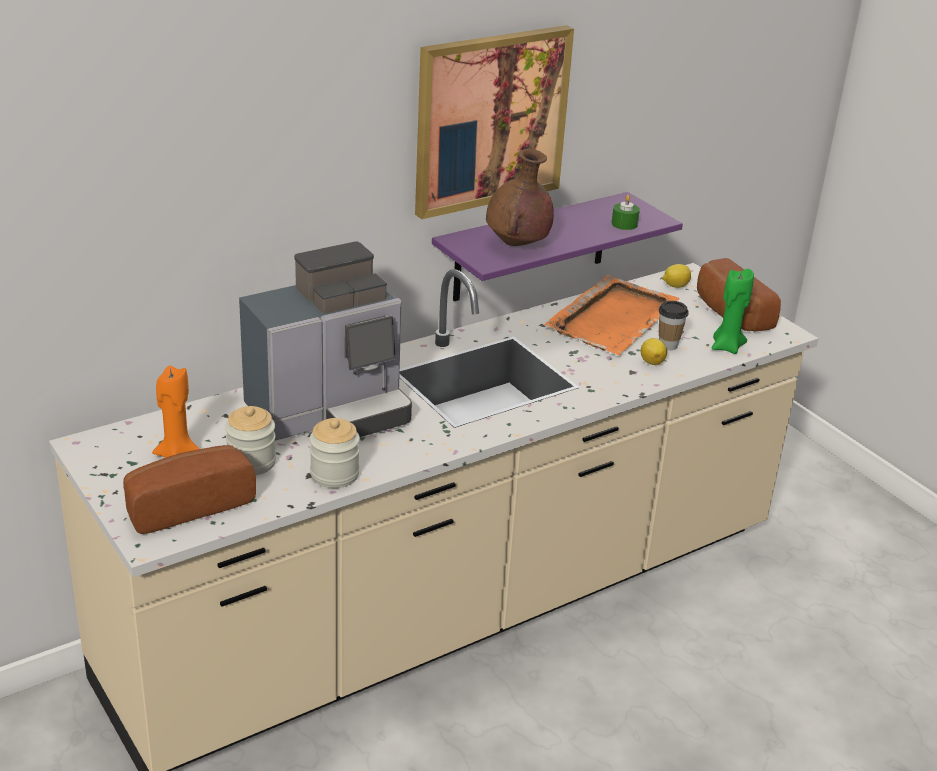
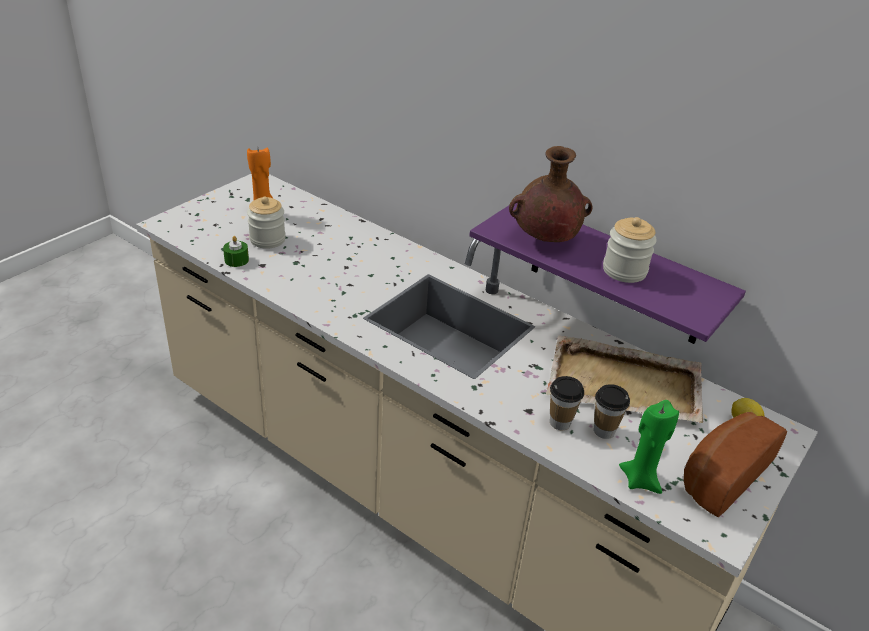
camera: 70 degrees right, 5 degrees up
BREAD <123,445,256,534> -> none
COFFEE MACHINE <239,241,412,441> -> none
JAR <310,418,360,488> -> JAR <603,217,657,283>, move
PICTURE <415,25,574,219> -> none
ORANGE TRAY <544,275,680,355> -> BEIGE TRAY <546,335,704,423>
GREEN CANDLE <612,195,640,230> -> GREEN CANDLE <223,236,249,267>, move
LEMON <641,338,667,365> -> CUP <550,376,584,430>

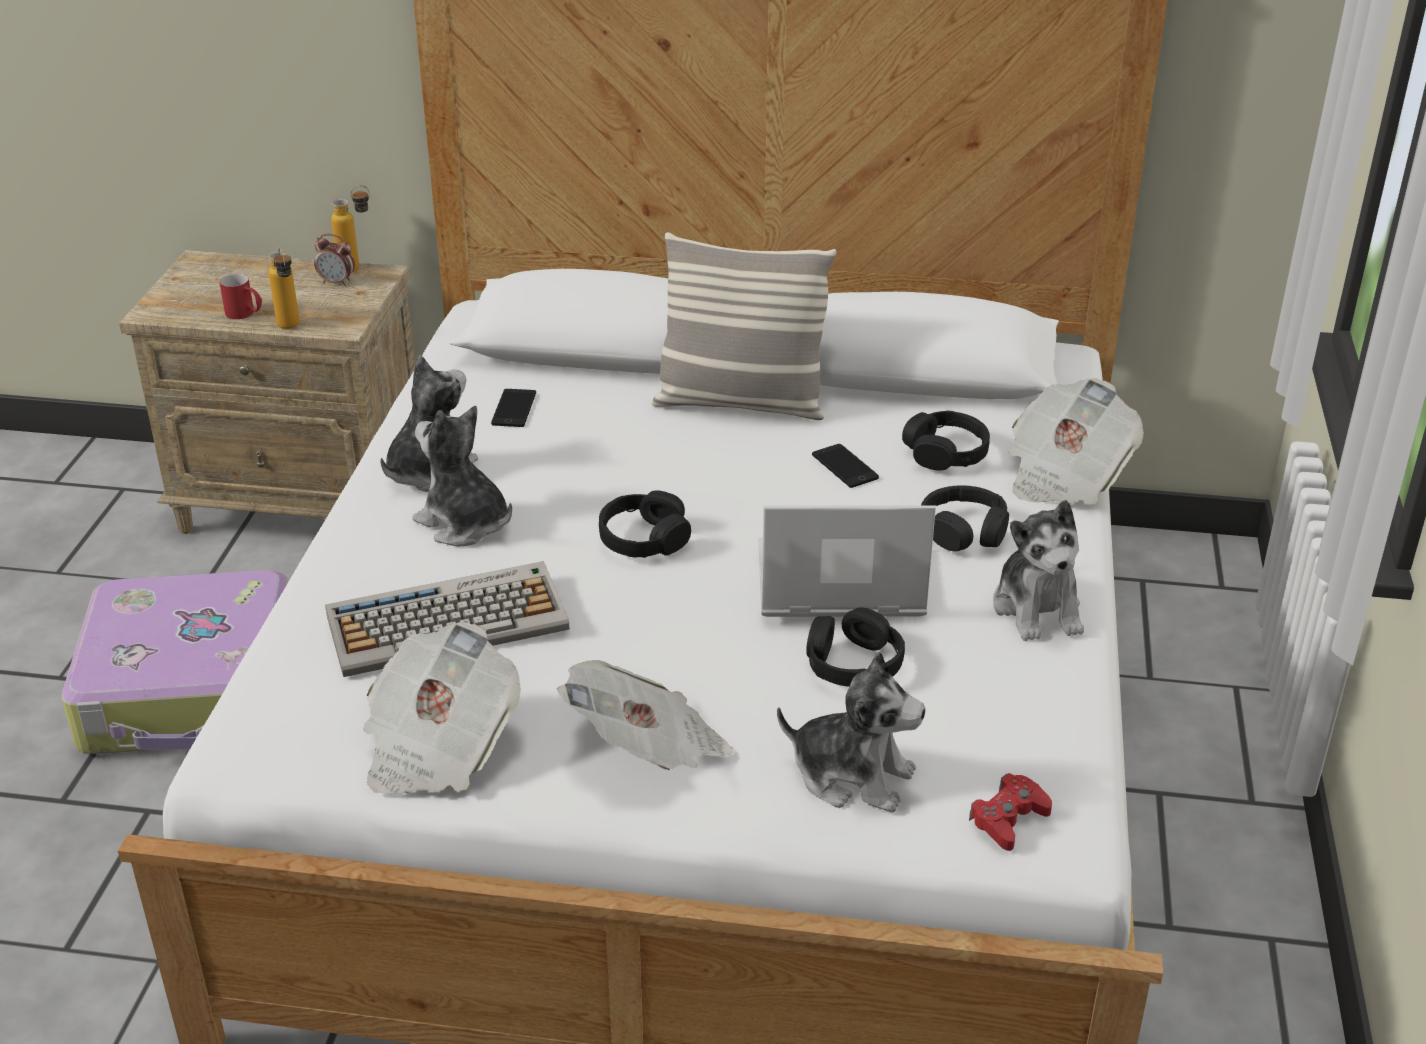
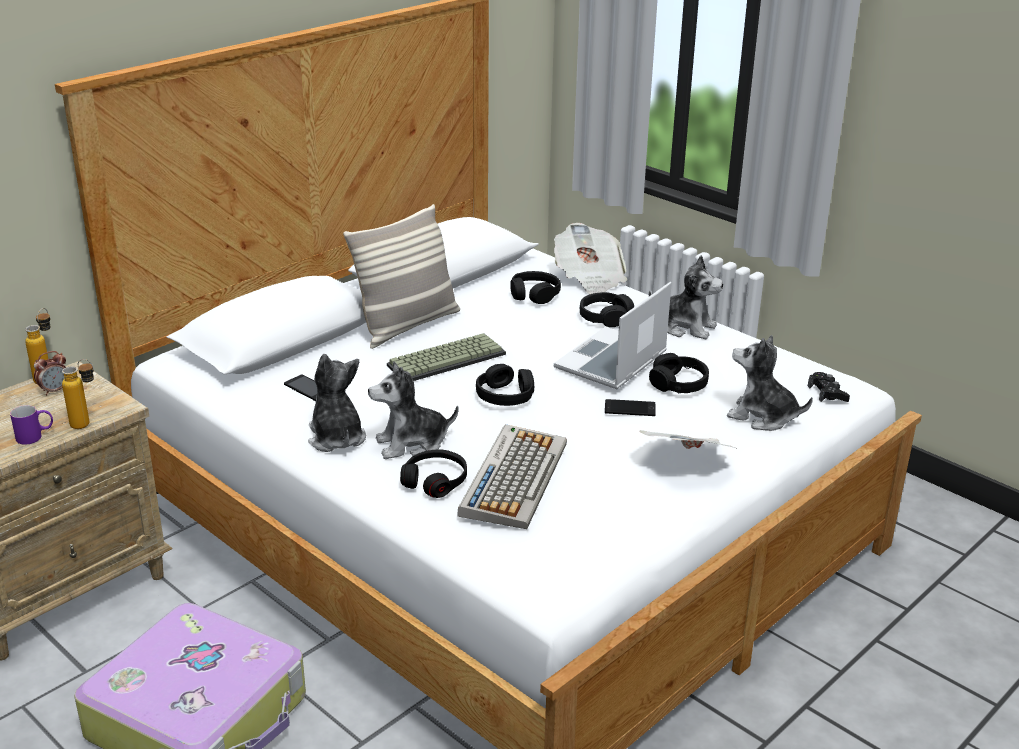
camera: 55 degrees left, 5 degrees down
RED MUG <219,274,262,319> -> PURPLE MUG <10,405,53,445>
NEWSPAPER <363,622,521,795> -> none
PLUSH TOY <777,652,926,813> -> PLUSH TOY <727,335,813,431>, 120 degrees counterclockwise
PHONE <812,444,879,488> -> PHONE <605,399,656,416>, move
RED GAME CONTROLLER <969,773,1052,851> -> BLACK GAME CONTROLLER <808,372,850,402>
none -> KEYBOARD <387,333,506,381>
none -> BLACK HEADPHONES <400,449,467,498>

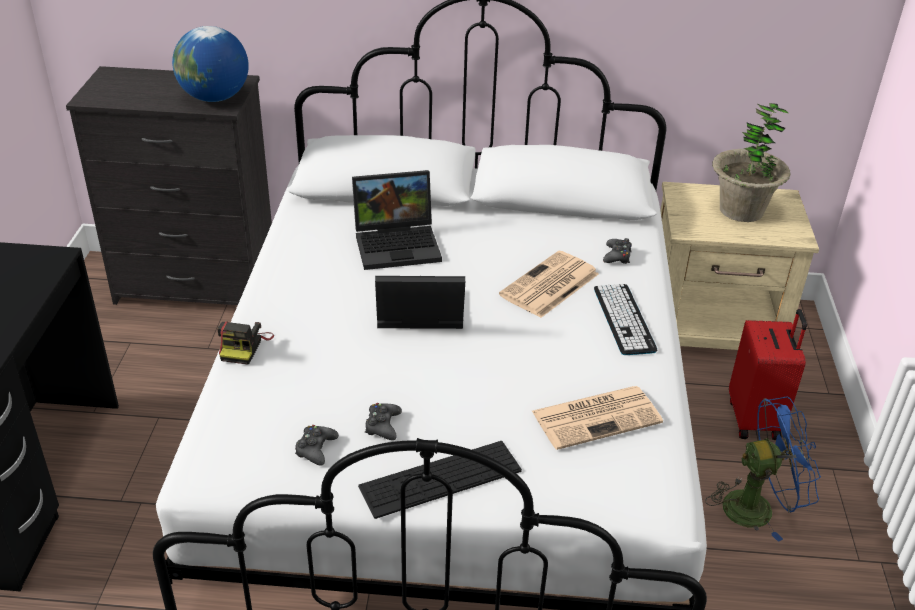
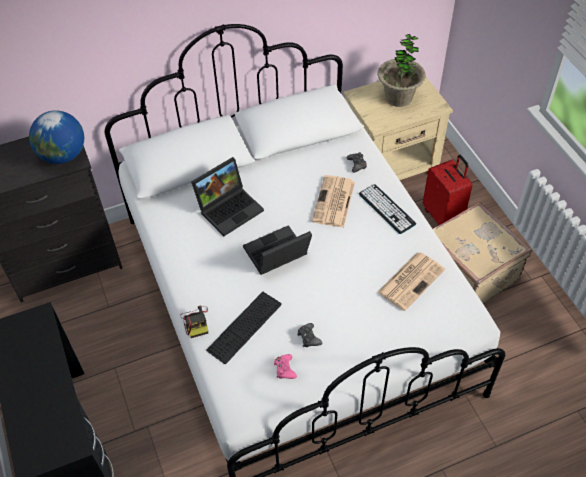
camera: 25 degrees left, 15 degrees up
BLACK GAME CONTROLLER <295,425,339,466> -> PINK GAME CONTROLLER <274,354,297,379>
KEYBOARD <358,441,522,519> -> KEYBOARD <206,292,282,364>, move
BLUE FAN <705,397,821,542> -> BEIGE SUITCASE <433,202,532,303>

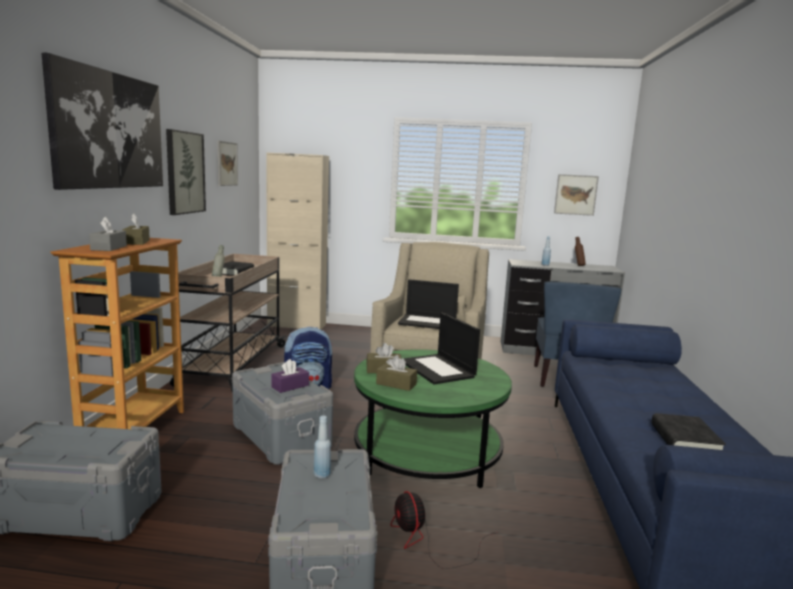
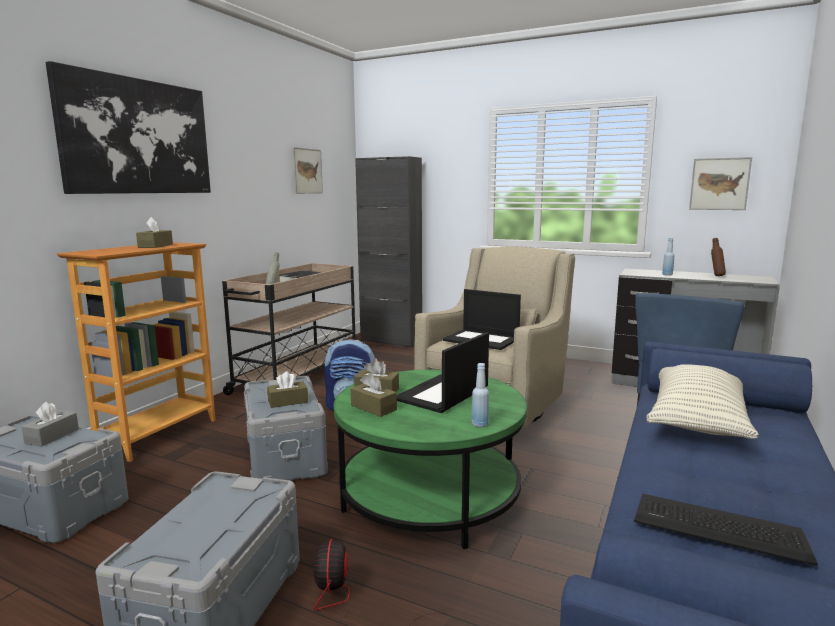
camera: 20 degrees right, 0 degrees up
GREY TISSUE BOX <89,216,127,251> -> GREY TISSUE BOX <21,402,79,447>, move
PICTURE <166,129,206,215> -> none
BEIGE CABINET <266,152,329,329> -> BLACK CABINET <355,156,422,348>
PURPLE TISSUE BOX <271,359,309,393> -> BROWN TISSUE BOX <267,372,308,408>
BLUE BOTTLE <314,415,331,479> -> BLUE BOTTLE <471,363,489,427>, move
LAPTOP <404,312,480,385> -> LAPTOP <397,332,489,413>, 45 degrees clockwise
BLACK BOOK <652,413,726,450> -> KEYBOARD <634,494,818,566>
none -> PILLOW <647,364,759,439>

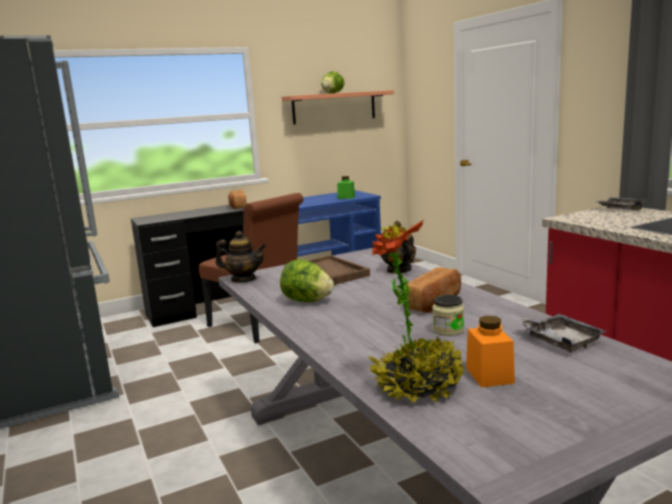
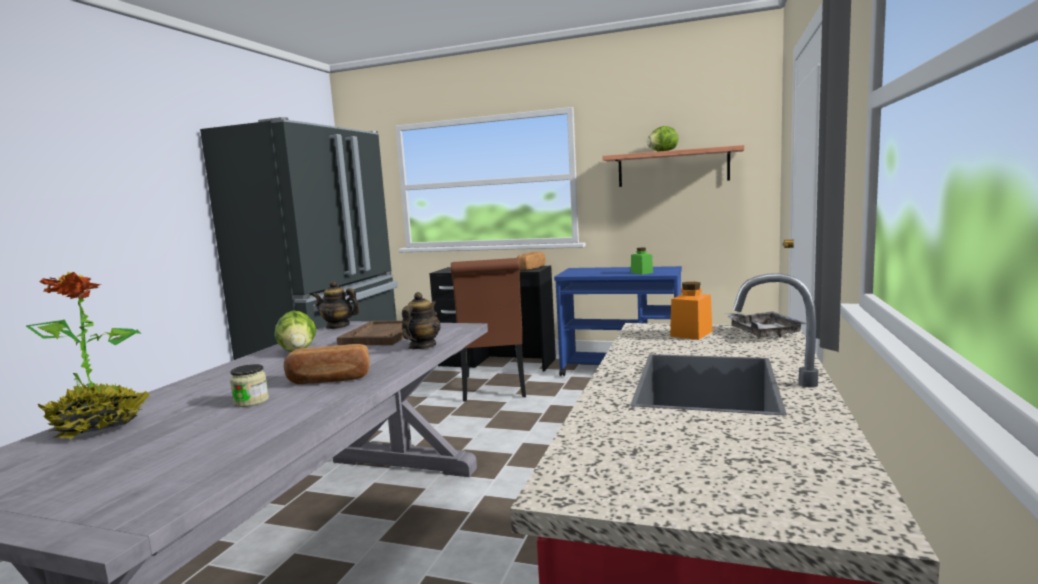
camera: 45 degrees right, 5 degrees down
TEAPOT <216,231,266,282> -> TEAPOT <312,281,360,329>, 135 degrees clockwise
ORANGE JAR <466,316,515,388> -> ORANGE JAR <670,282,713,340>, move
GREY TRAY <516,314,607,352> -> none

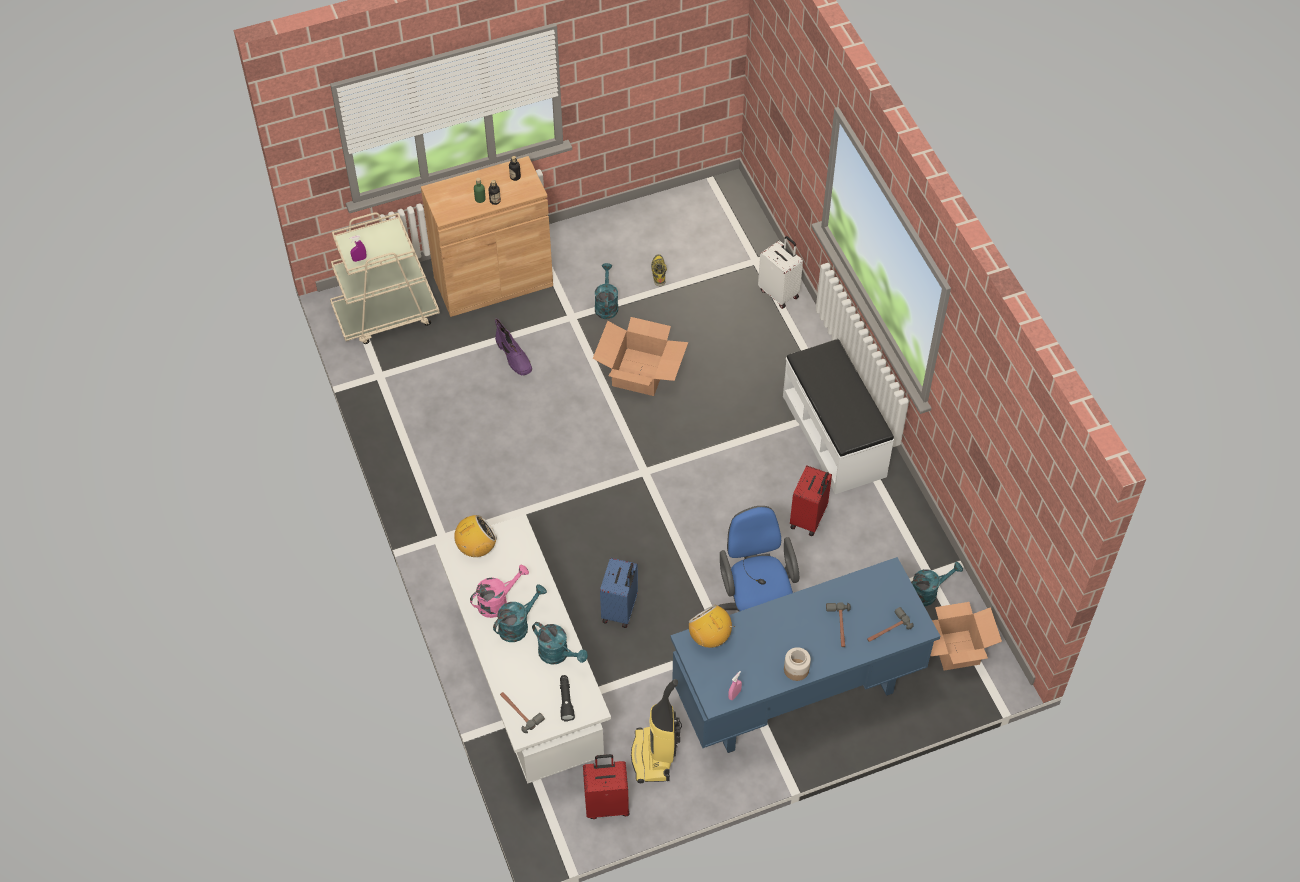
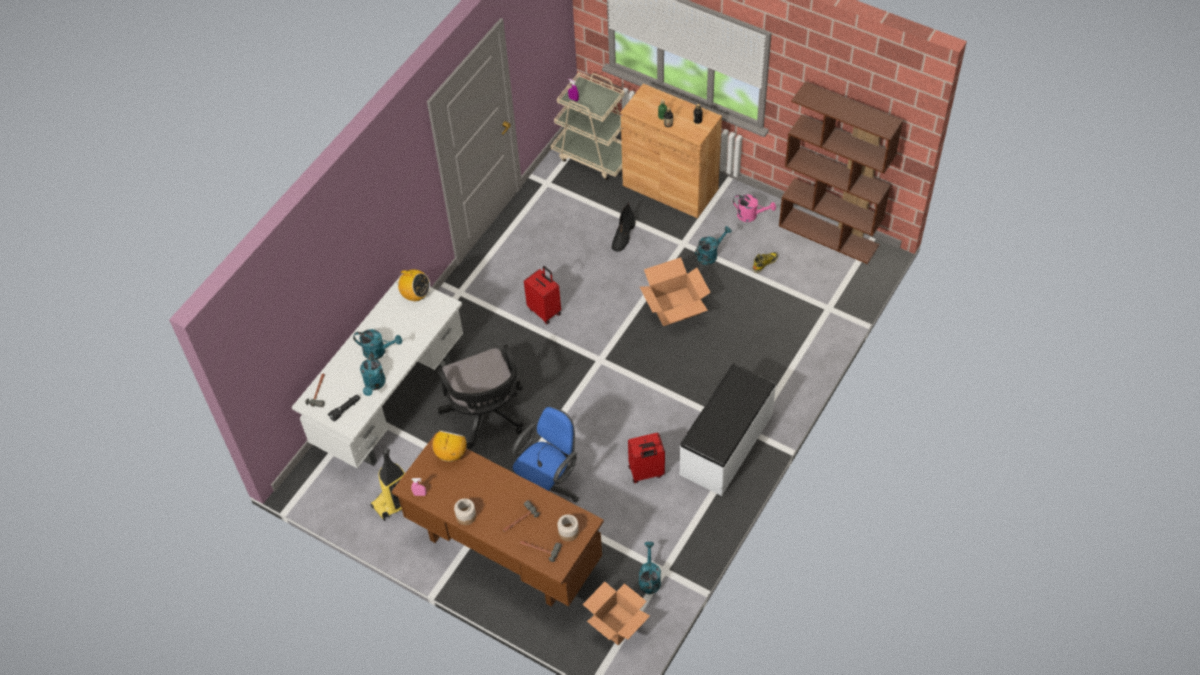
camera: 55 degrees right, 0 degrees up
PINK WATERING CAN <470,565,529,618> -> PINK WATERING CAN <733,195,776,222>, move
PURPLE BOOT <495,319,532,376> -> BLACK BOOT <611,203,636,252>
RED SUITCASE <583,754,629,819> -> RED SUITCASE <524,266,561,324>, move
BLUE SUITCASE <600,558,638,628> -> BLACK OFFICE CHAIR <438,344,523,449>
BLUE DESK <670,557,940,753> -> BROWN DESK <391,433,604,607>
WHITE SUITCASE <758,236,803,309> -> none
TURQUOISE WATERING CAN <911,562,963,606> -> TURQUOISE WATERING CAN <639,542,661,594>, 120 degrees counterclockwise
none -> JAR <558,514,579,541>
none -> BROWN BOOKCASE <779,82,903,264>

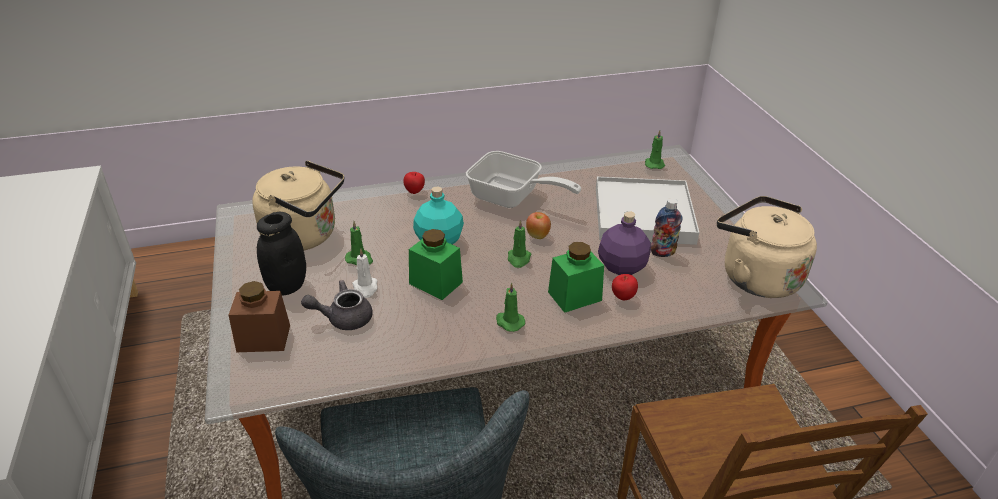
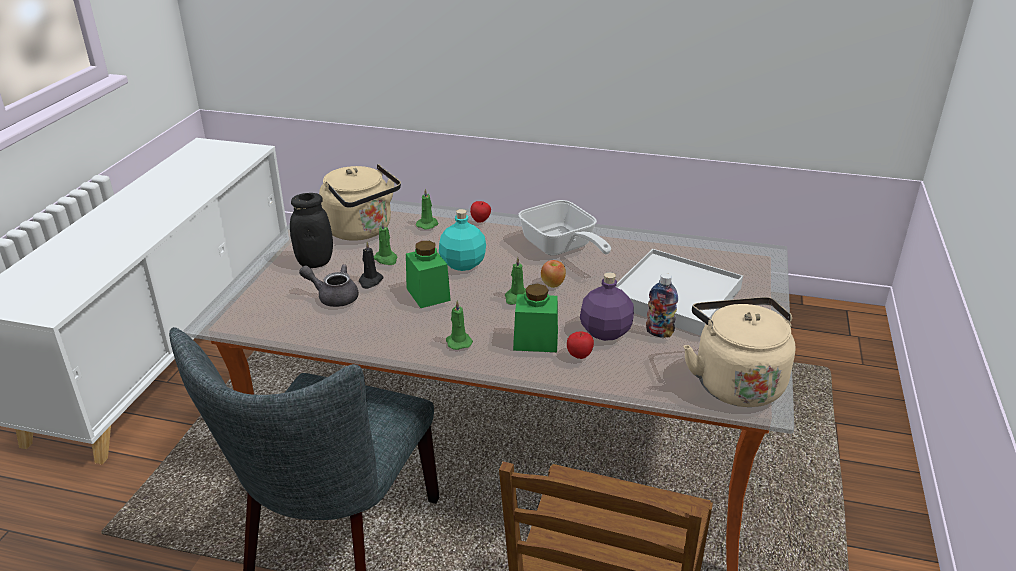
camera: 30 degrees right, 5 degrees down
BROWN JAR <229,281,290,352> -> none
WHITE CANDLE <352,248,378,298> -> BLACK CANDLE <359,242,384,288>
GREEN CANDLE <645,130,665,169> -> GREEN CANDLE <416,188,438,230>, move

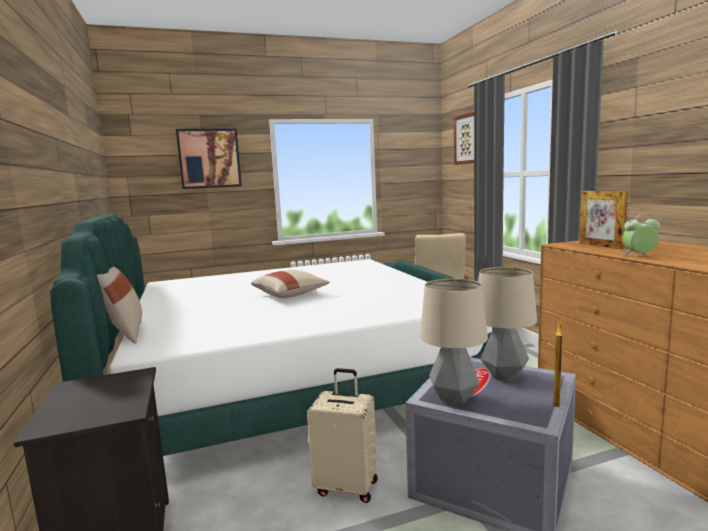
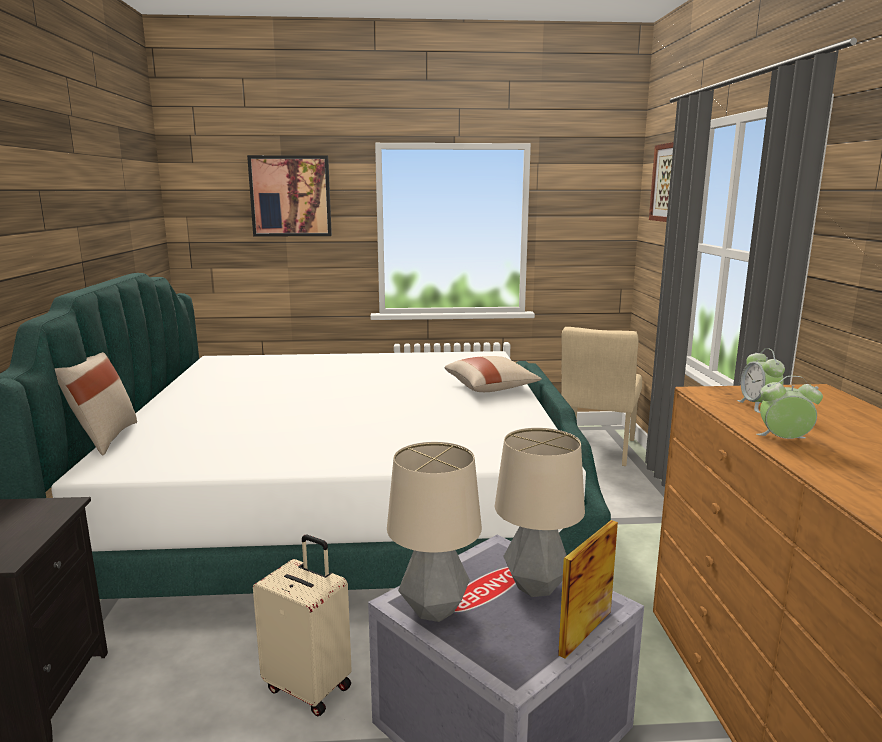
camera: 15 degrees right, 5 degrees up
BEIGE PILLOW <251,270,330,298> -> BEIGE PILLOW <445,356,542,392>, move
PICTURE FRAME <579,191,628,249> -> ALARM CLOCK <737,348,785,413>

